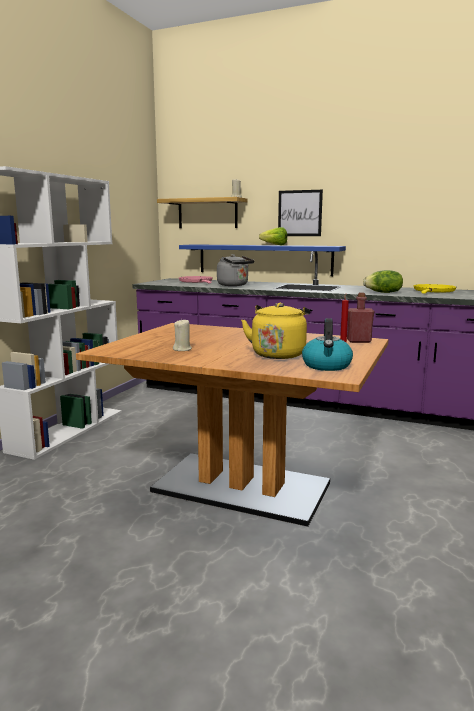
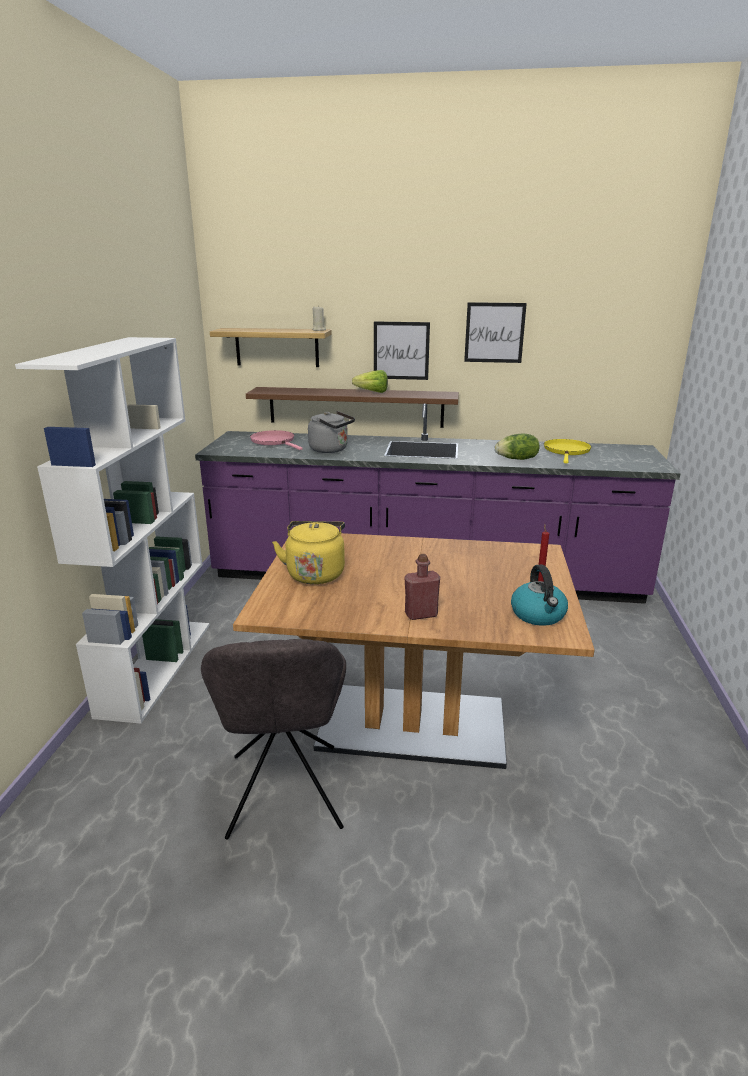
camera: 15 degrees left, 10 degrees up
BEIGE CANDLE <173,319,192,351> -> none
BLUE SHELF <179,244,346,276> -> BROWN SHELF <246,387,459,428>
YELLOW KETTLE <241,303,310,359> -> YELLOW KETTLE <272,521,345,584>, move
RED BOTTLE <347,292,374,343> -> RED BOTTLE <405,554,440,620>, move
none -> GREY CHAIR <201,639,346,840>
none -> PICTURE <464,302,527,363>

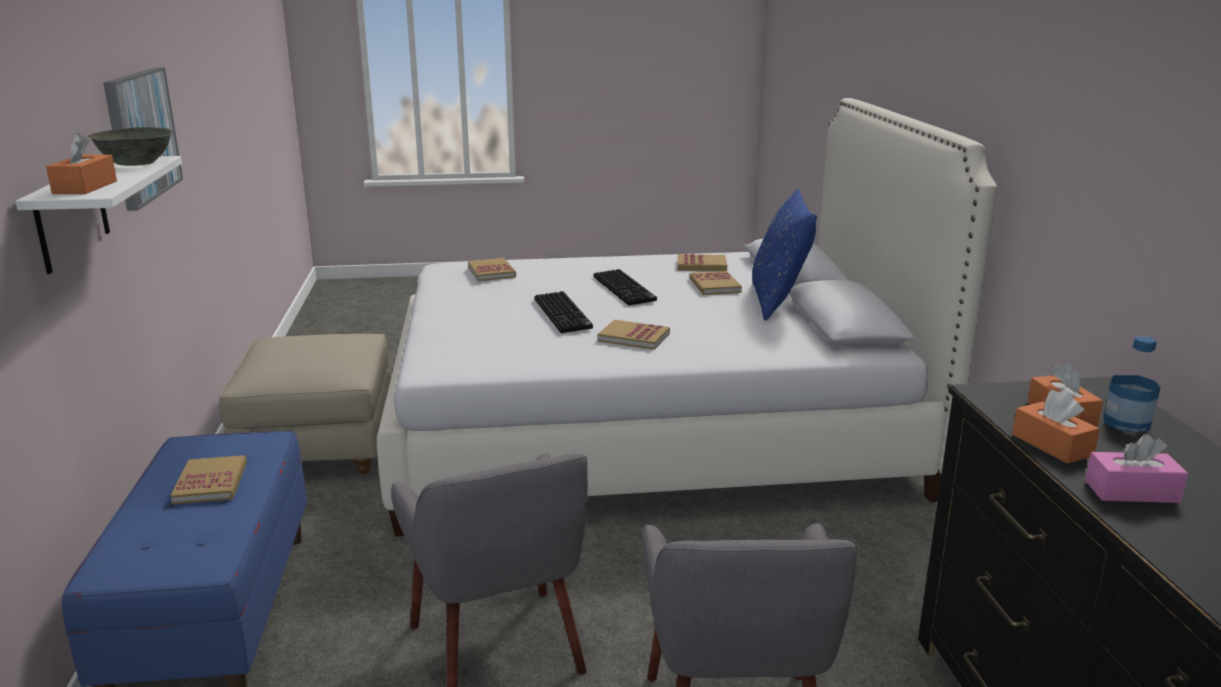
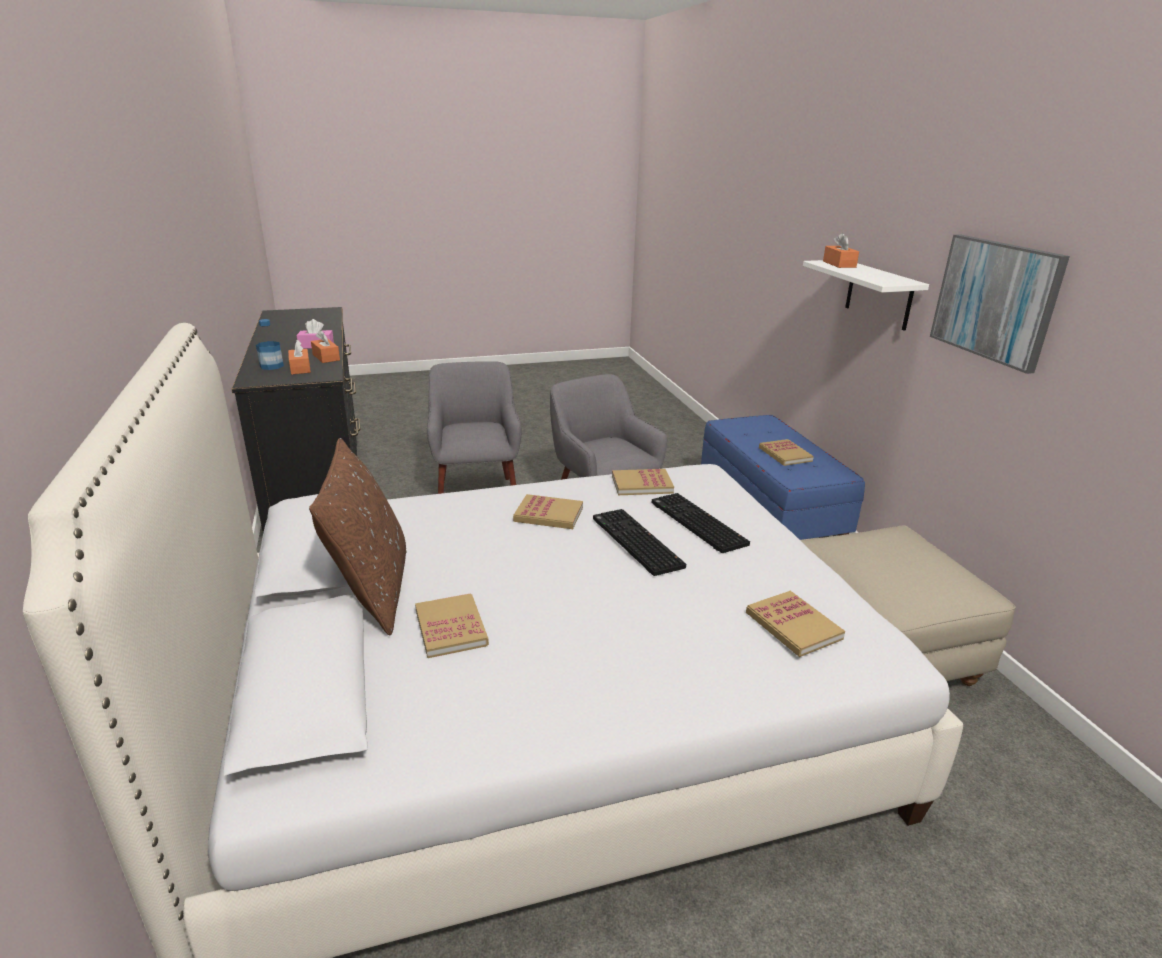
camera: 170 degrees right, 5 degrees up
GREY BOWL <88,127,173,166> -> none
KEYBOARD <593,269,657,306> -> KEYBOARD <651,493,750,553>, move
BOOK <678,254,727,271> -> BOOK <612,469,674,495>, move
BLUE PILLOW <752,189,817,321> -> BROWN PILLOW <309,438,406,636>

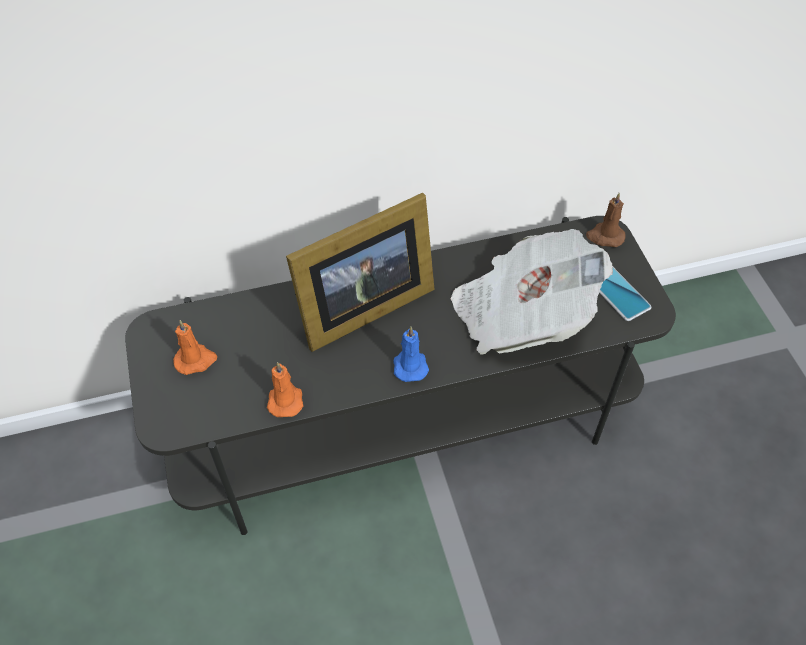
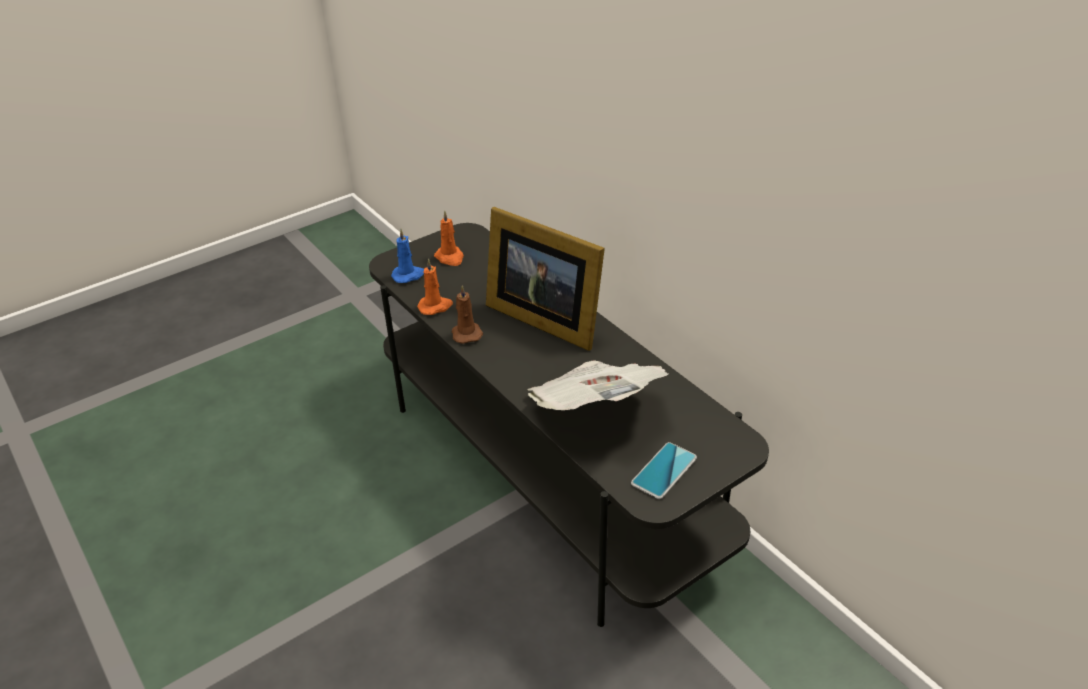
camera: 70 degrees right, 15 degrees down
BLUE CANDLE <393,326,429,382> -> BLUE CANDLE <391,229,424,283>, move
BROWN CANDLE <586,193,625,247> -> BROWN CANDLE <452,285,483,344>, move

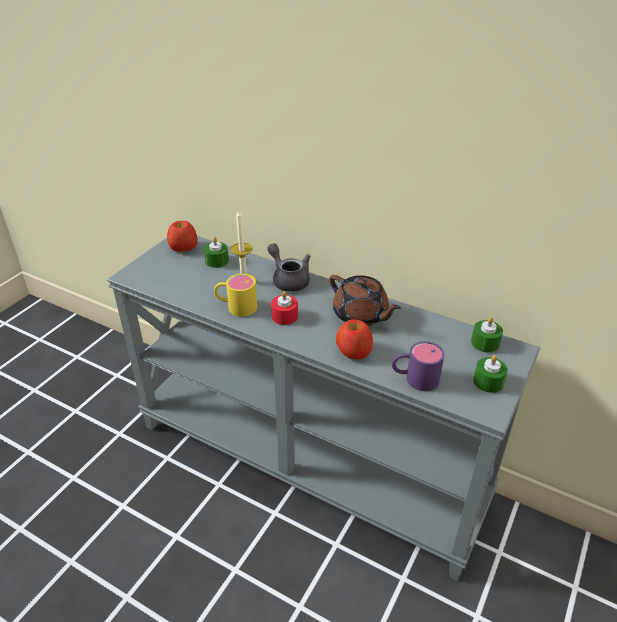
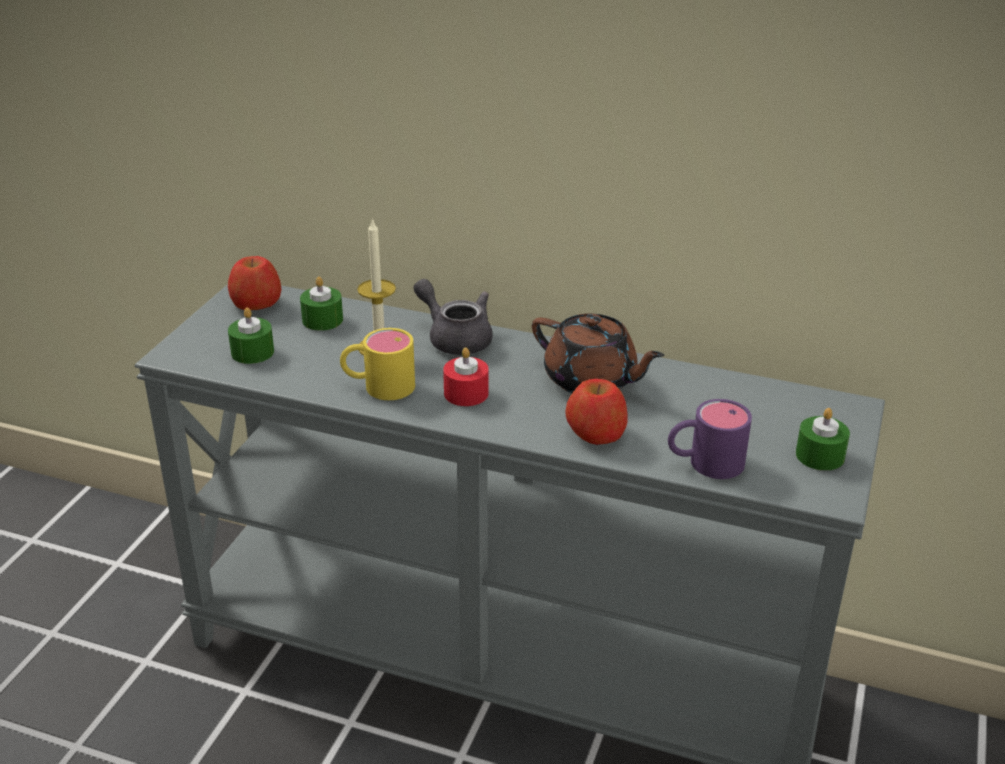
camera: 10 degrees left, 5 degrees down
GREEN CANDLE <471,317,503,353> -> GREEN CANDLE <228,308,274,364>, move

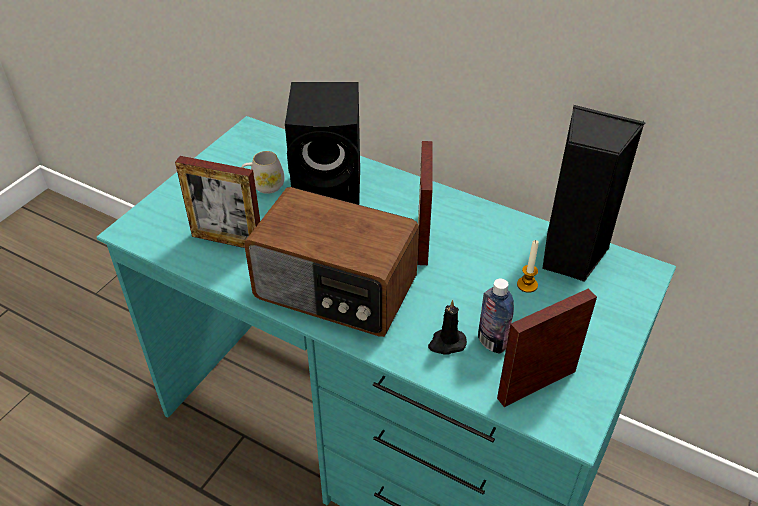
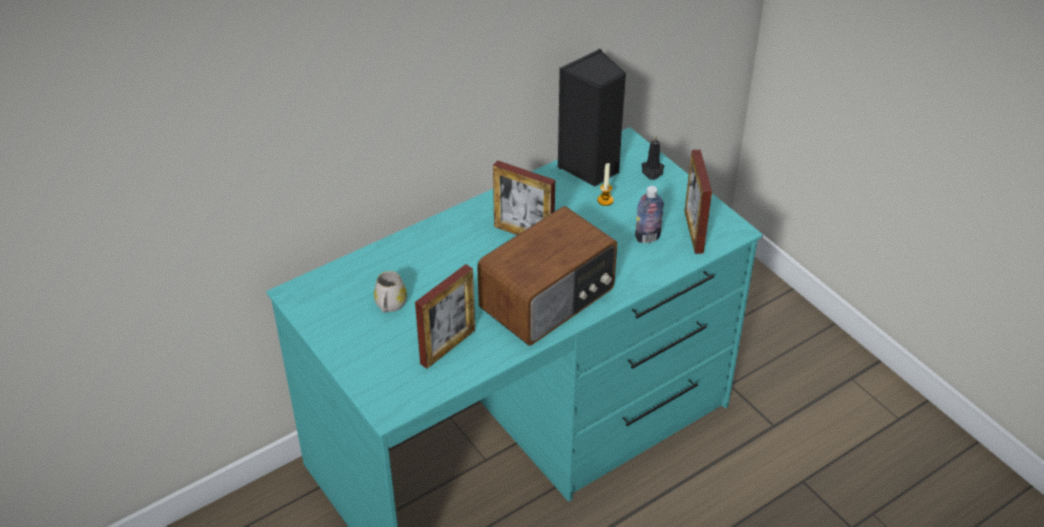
camera: 65 degrees left, 0 degrees up
BLACK SPEAKER <285,82,360,205> -> none
BLACK CANDLE <428,300,467,355> -> BLACK CANDLE <642,135,664,180>, move

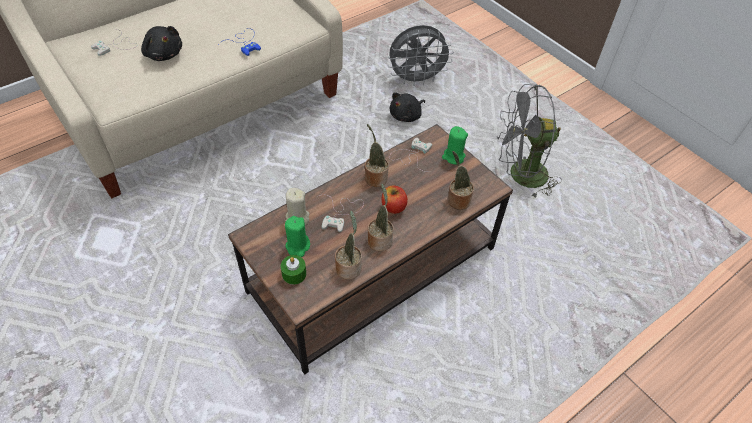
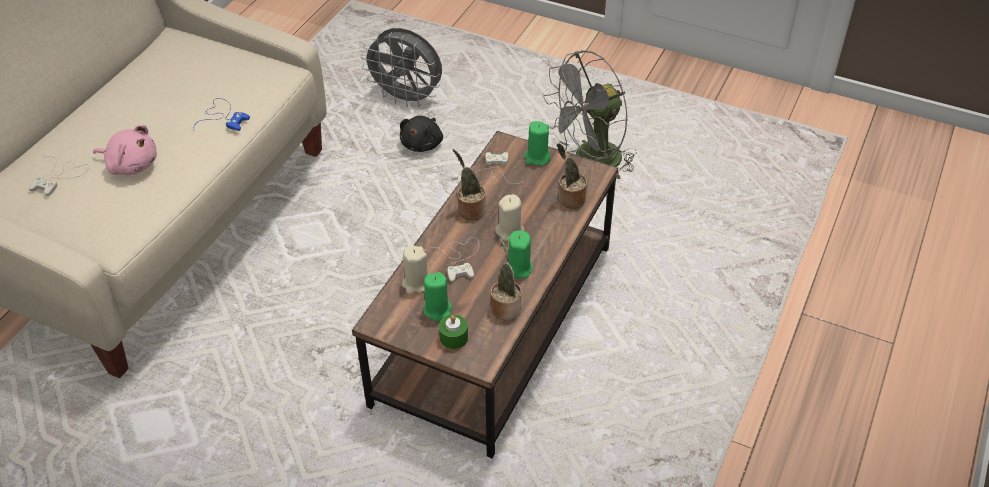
camera: 25 degrees left, 5 degrees down
BLACK PLUSH TOY <141,26,182,61> -> PINK PLUSH TOY <93,125,157,175>
POTTED PLANT <368,184,393,251> -> GREEN CANDLE <508,230,533,279>
APPLE <382,185,408,214> -> BEIGE CANDLE <495,194,524,241>
GREY FAN <388,25,454,85> -> GREY FAN <360,28,442,107>, 60 degrees clockwise

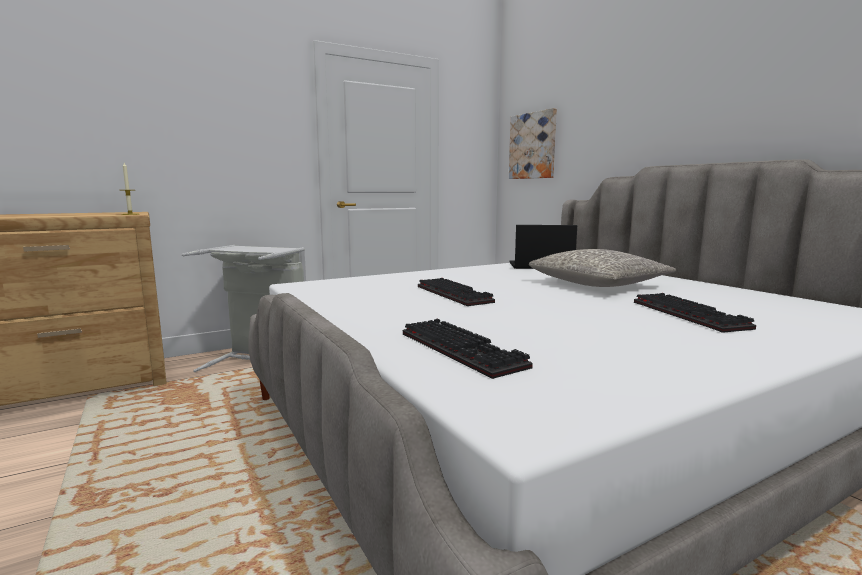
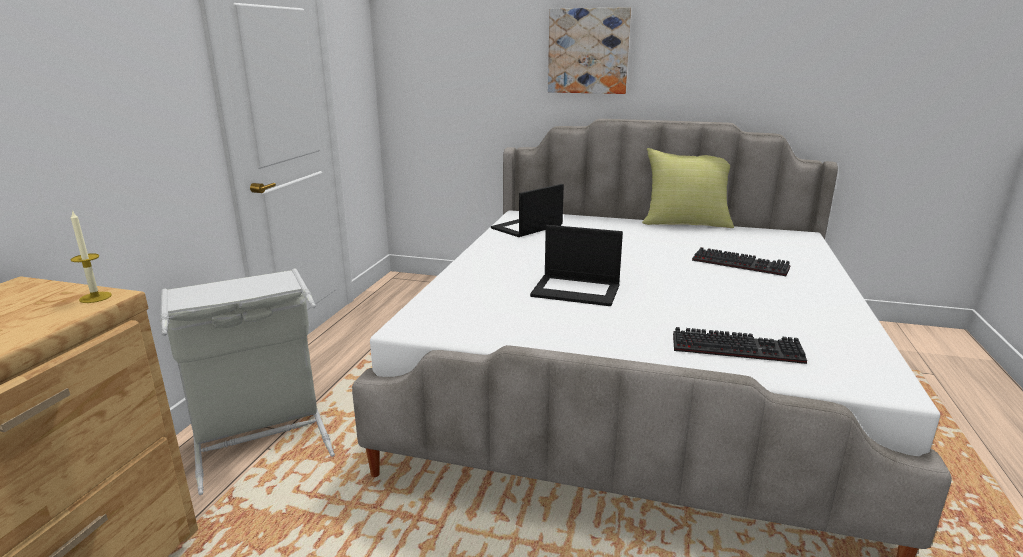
camera: 45 degrees left, 10 degrees up
KEYBOARD <418,278,495,306> -> LAPTOP <530,225,623,306>
PICTURE <509,108,557,179> -> PICTURE <548,7,631,94>, move
GREY PILLOW <529,249,677,287> -> none
none -> YELLOW PILLOW <642,148,734,228>

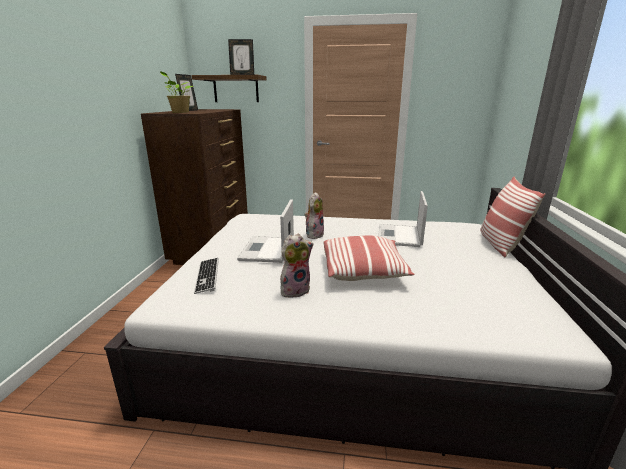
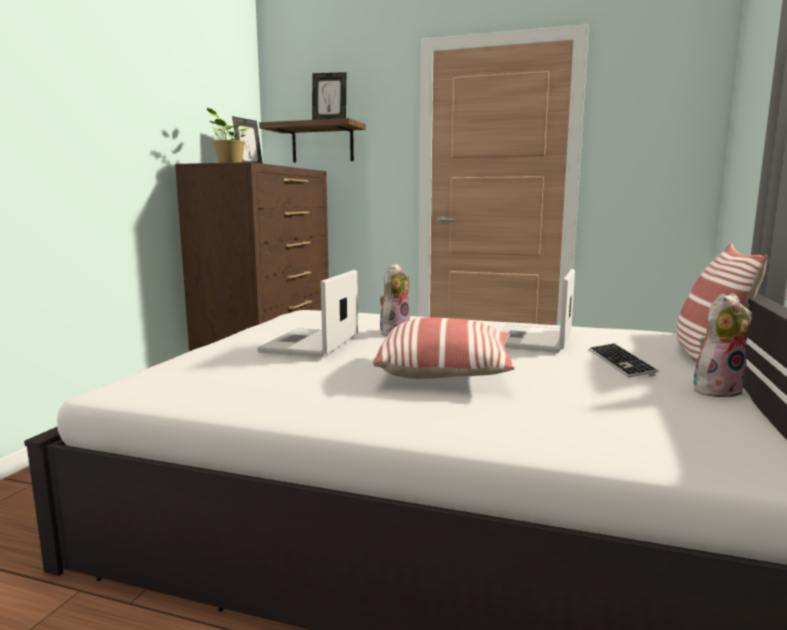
camera: 10 degrees right, 10 degrees down
KEYBOARD <194,258,219,294> -> KEYBOARD <589,344,659,378>, move
PLUSH TOY <280,234,314,298> -> PLUSH TOY <693,293,752,397>, move

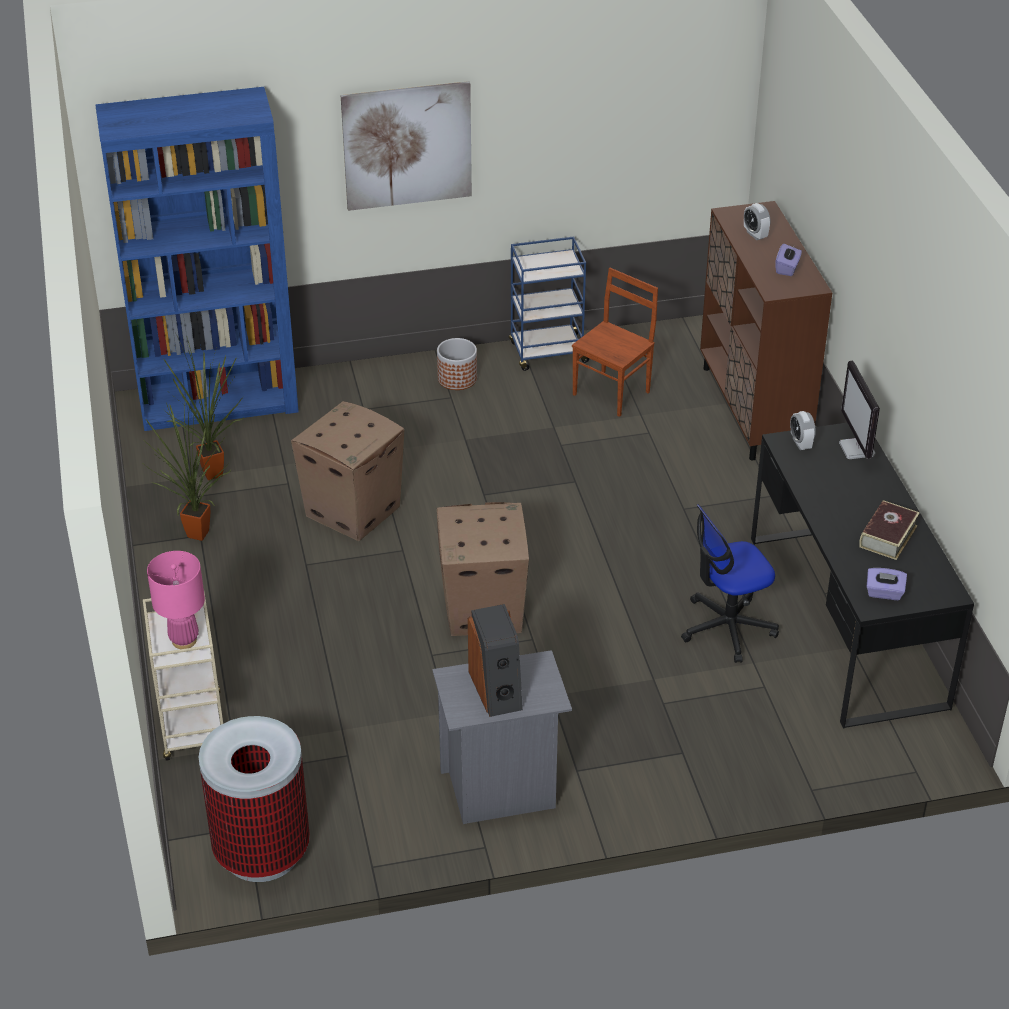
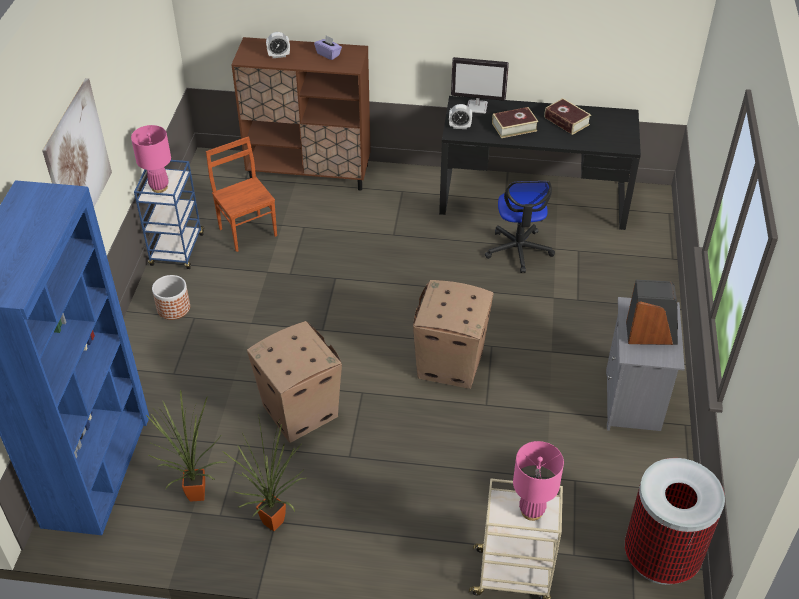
camera: 70 degrees left, 5 degrees up
PURPLE TISSUE BOX <867,568,907,600> -> none
none -> PINK TABLE LAMP <131,125,171,193>
none -> BOOK <492,107,538,138>

